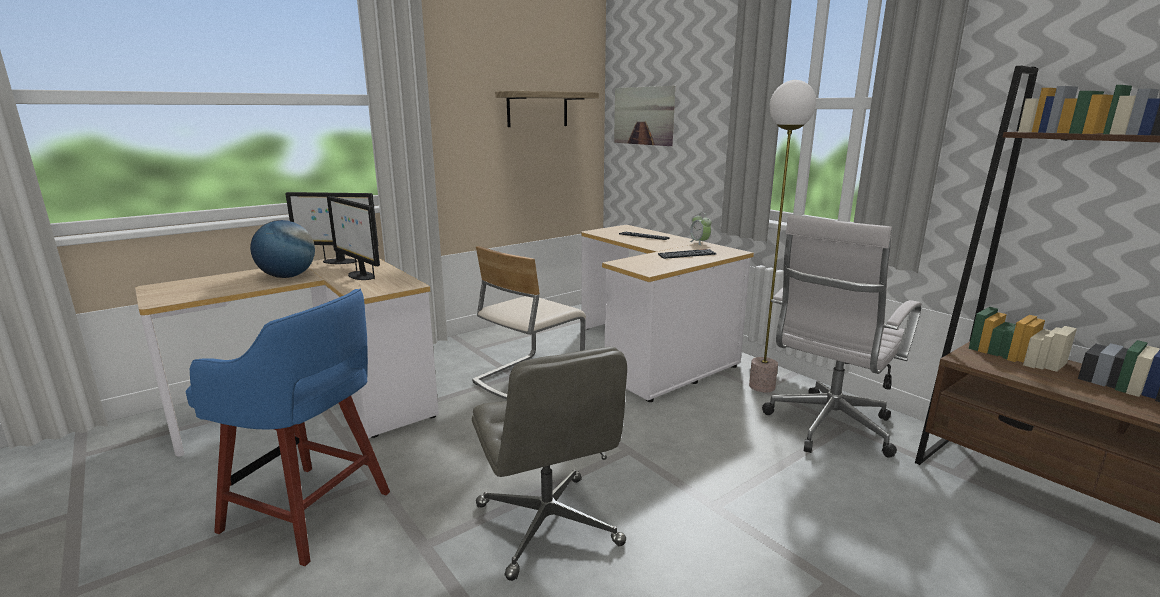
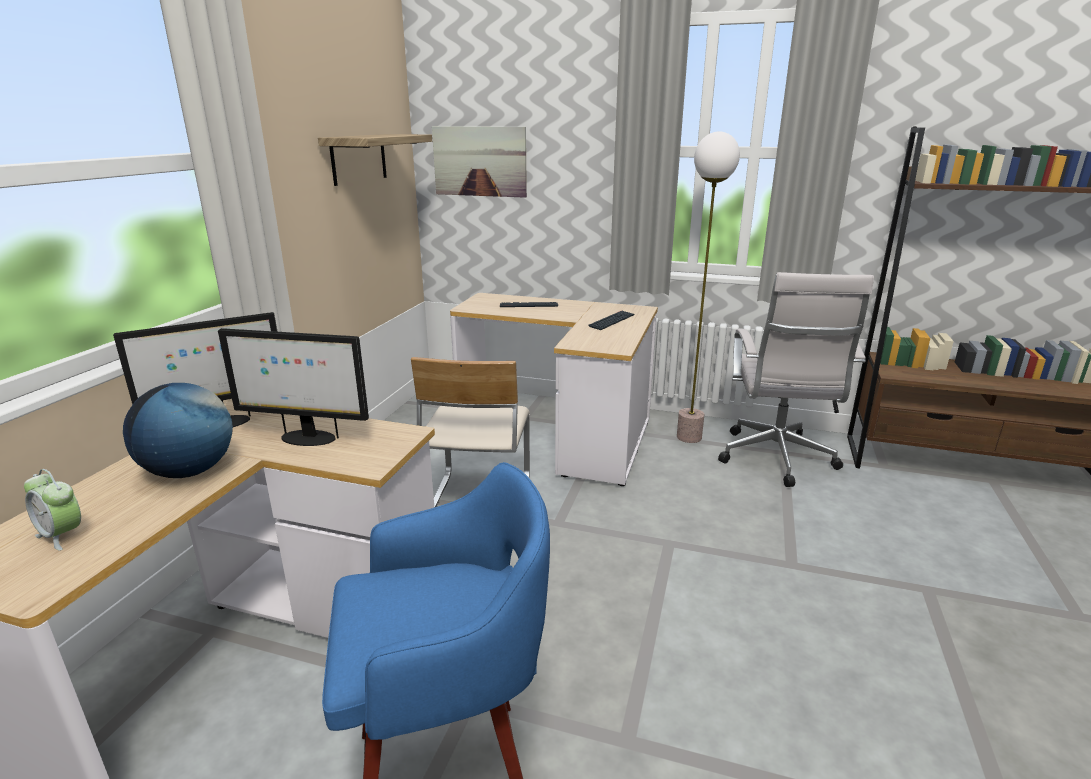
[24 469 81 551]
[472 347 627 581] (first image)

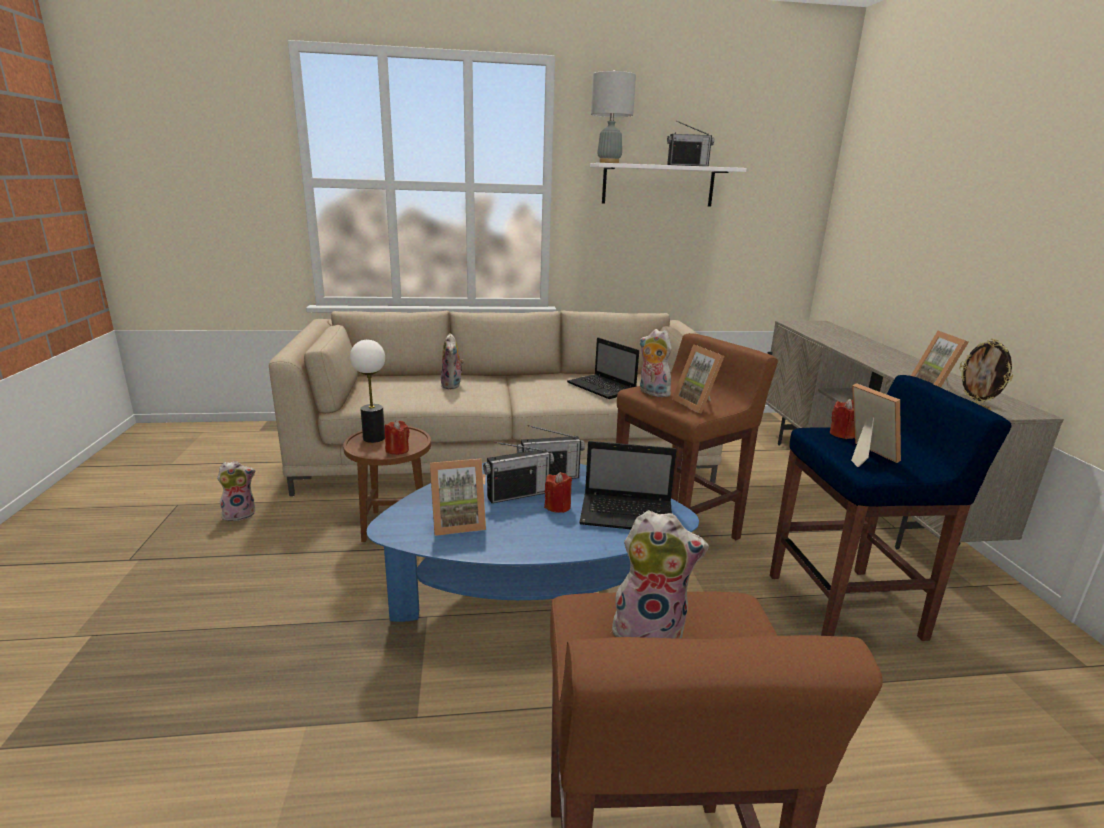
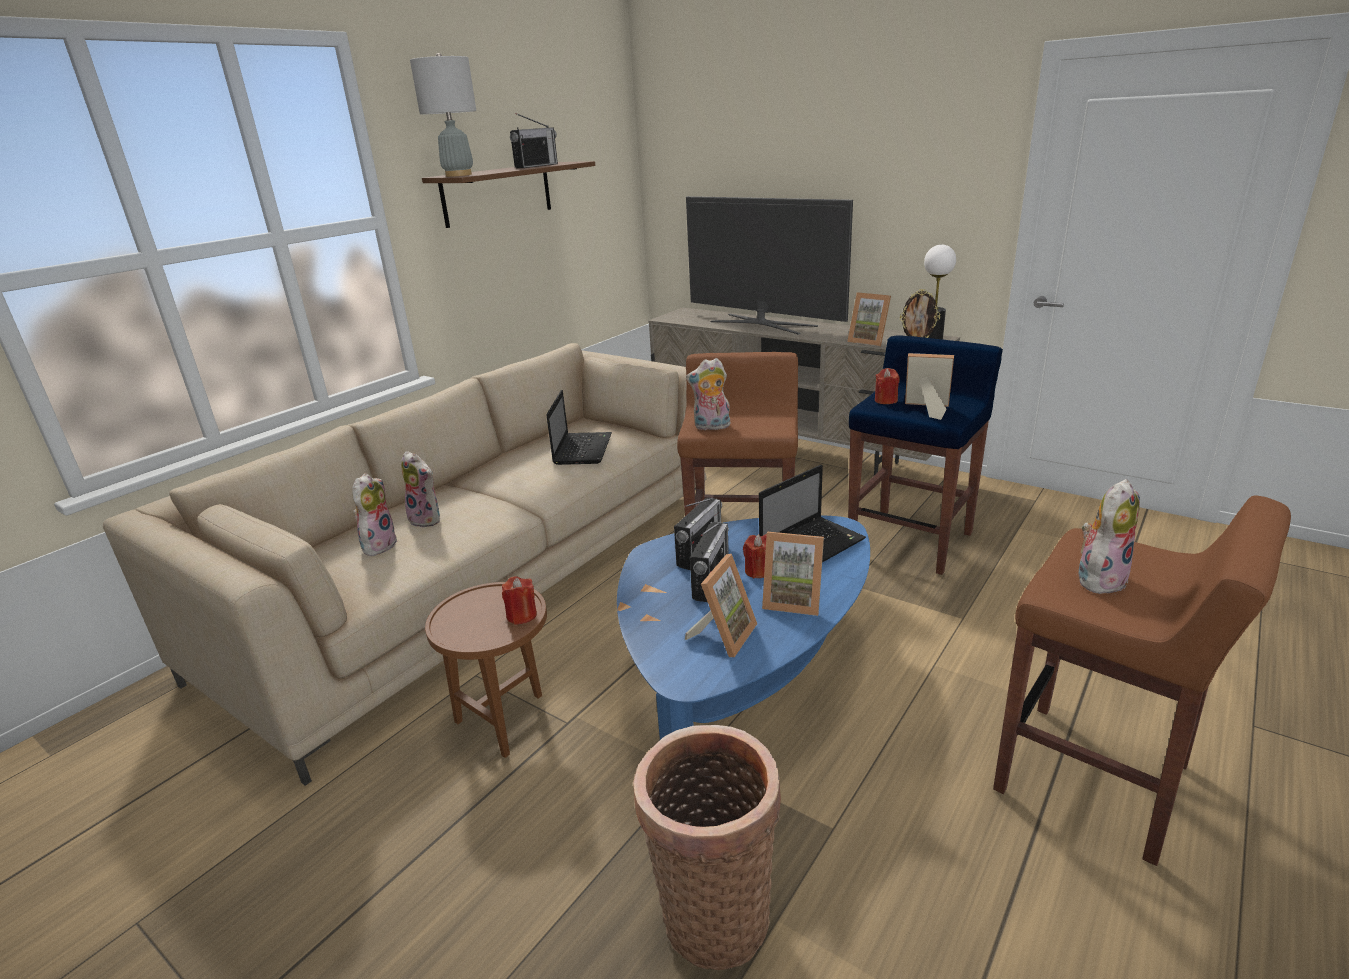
[422 161 595 228]
[546 390 612 465]
[924 245 956 340]
[762 532 824 616]
[352 473 398 557]
[686 196 853 335]
[633 725 781 970]

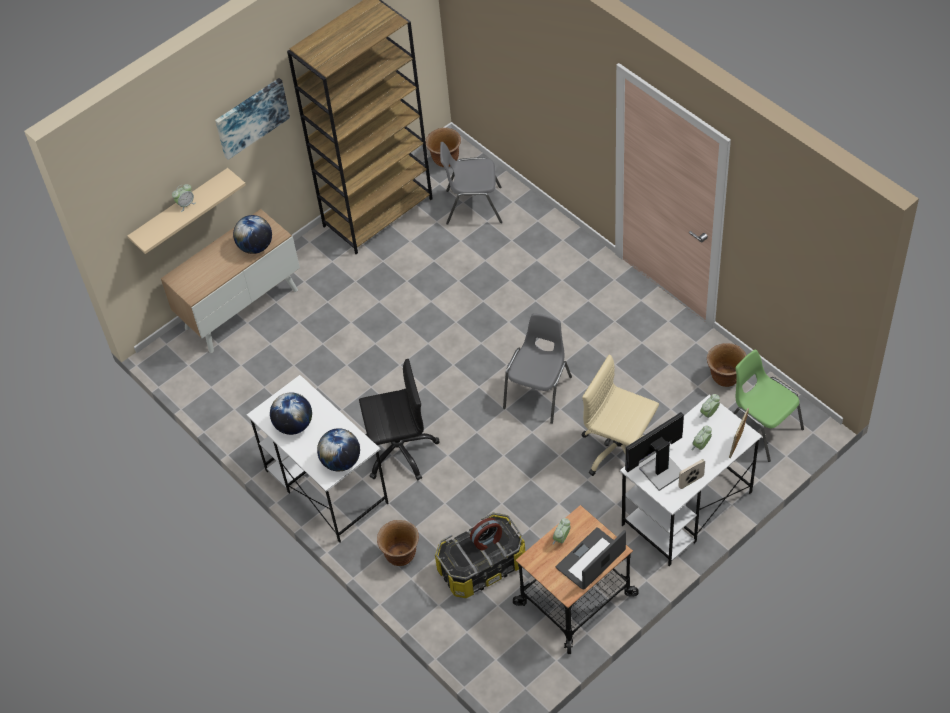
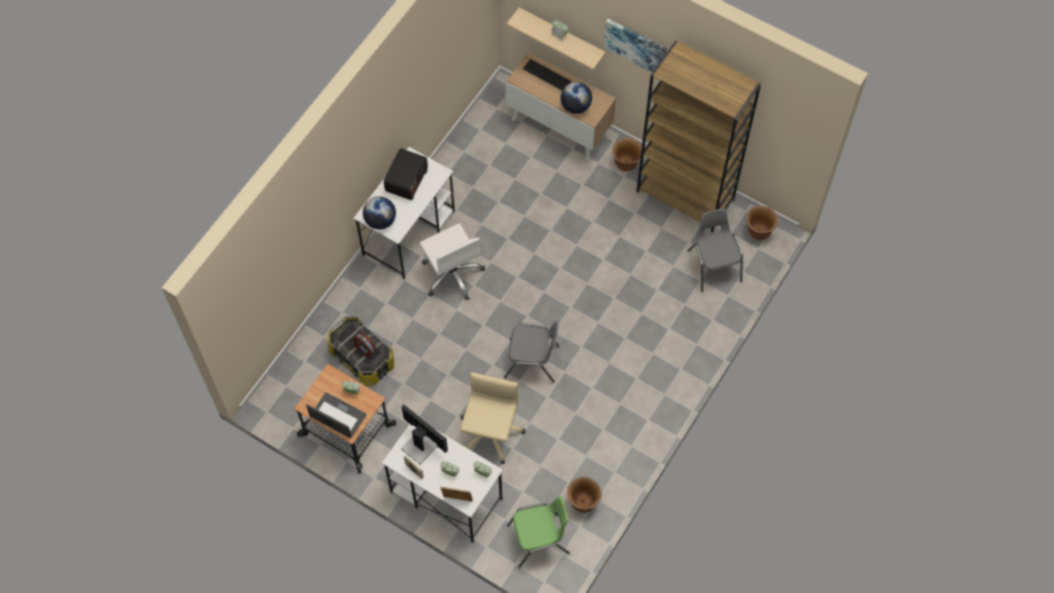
[507 496 570 568]
[420 223 485 300]
[384 148 428 200]
[612 138 642 171]
[523 59 571 90]

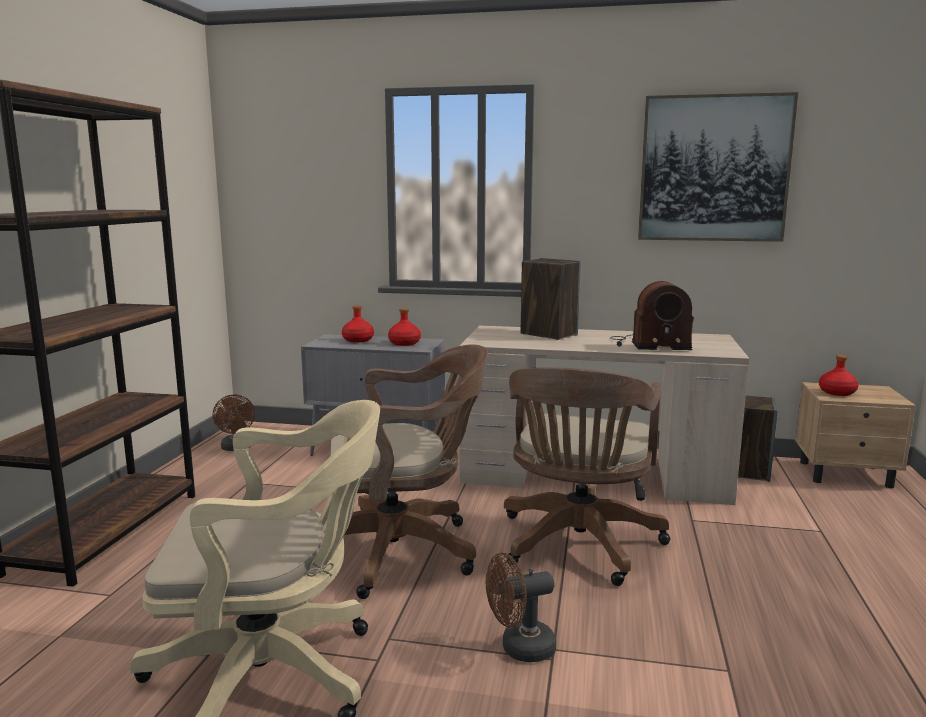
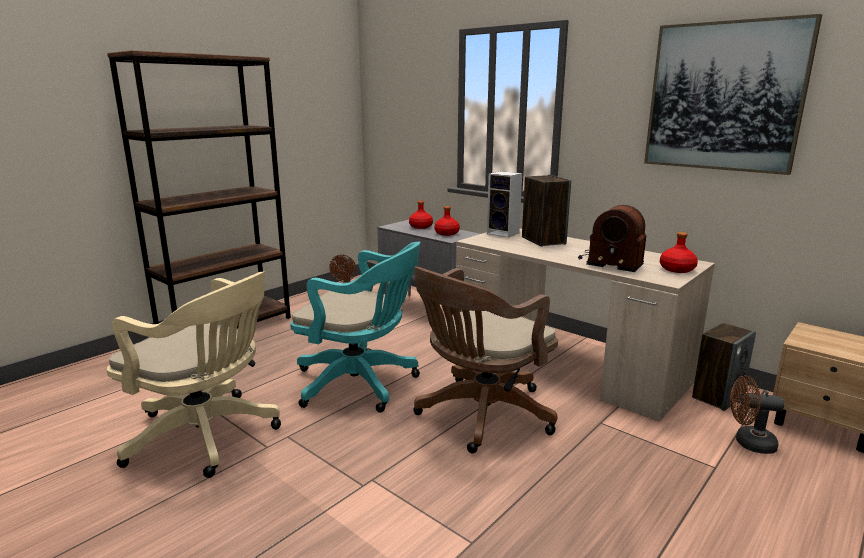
[290 242 420 413]
[660 232 698 273]
[730 376 784 454]
[487 171 522 238]

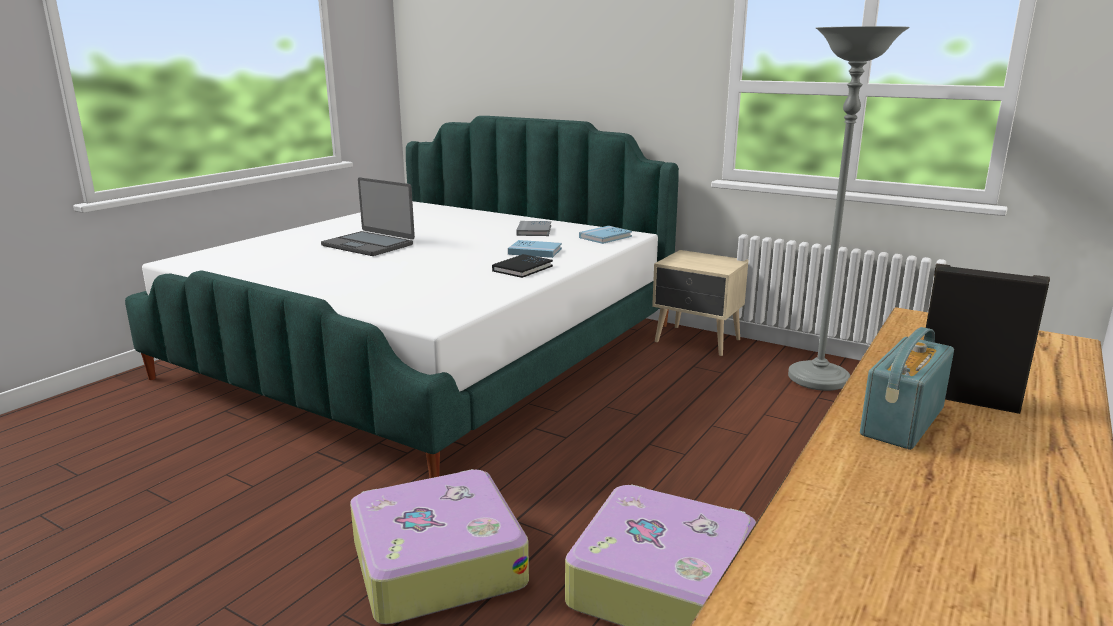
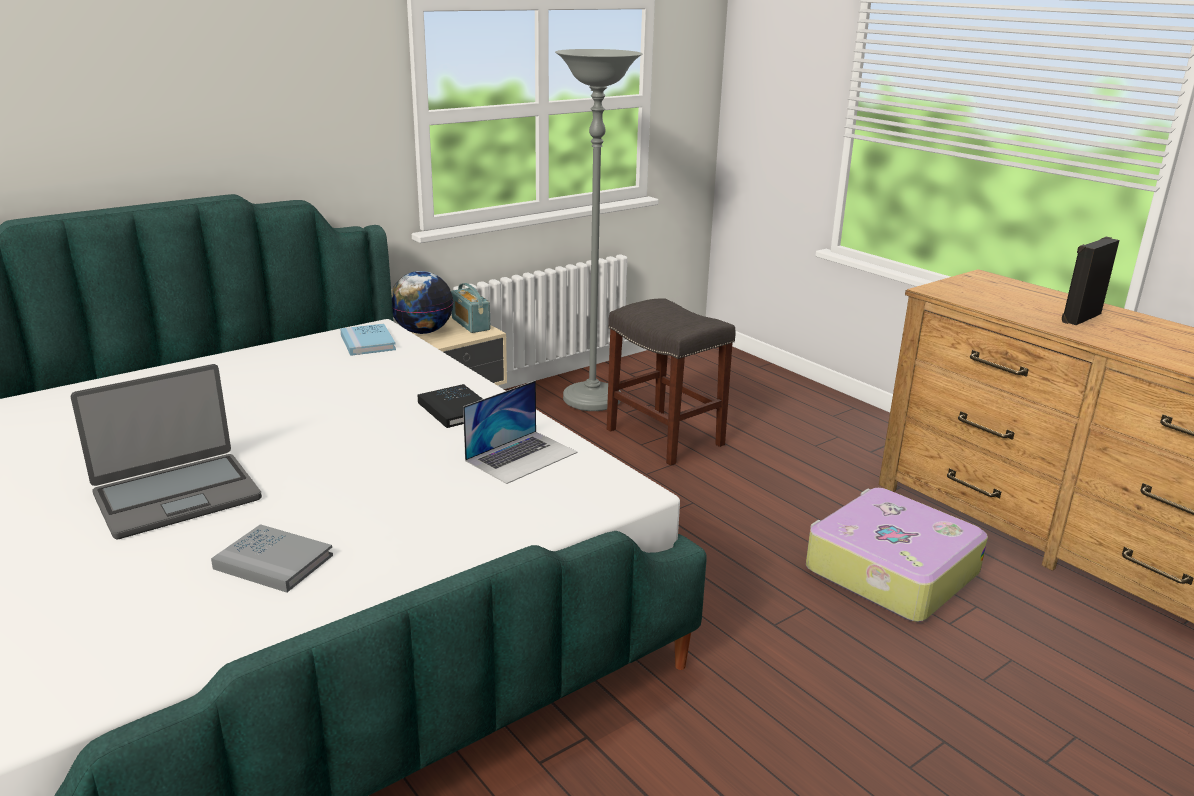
[211 524 333 593]
[508 240 562 258] (first image)
[451 283 491 333]
[350 469 529 625] (first image)
[391 271 453 334]
[607 298 736 466]
[463 380 578 484]

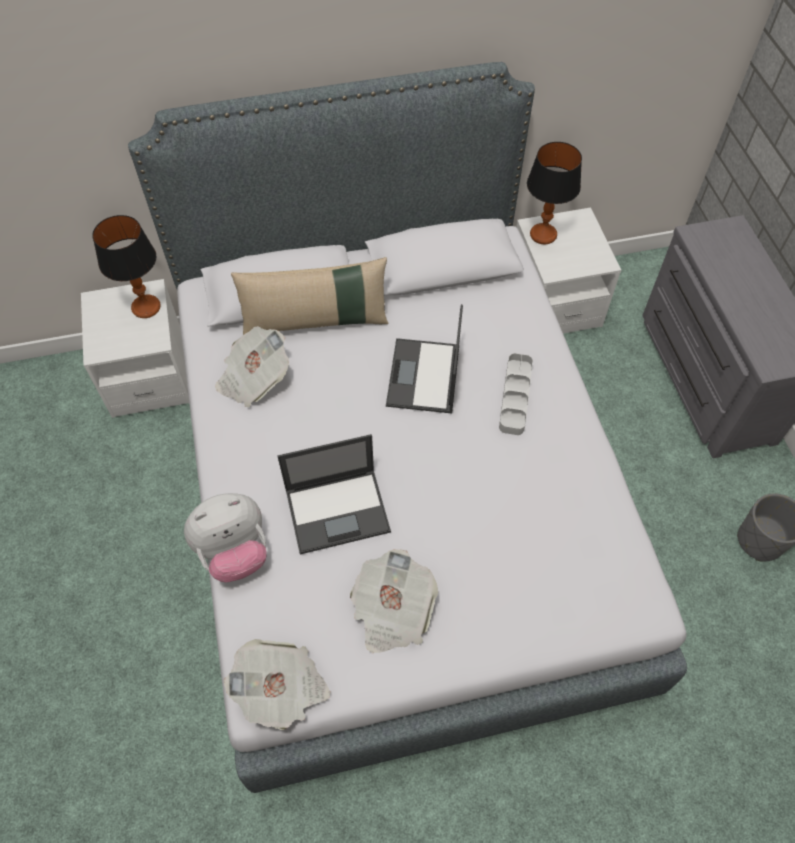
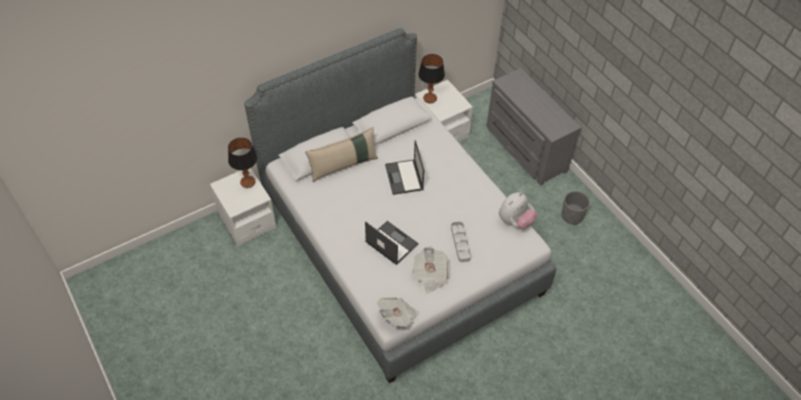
[215 326 289 407] (first image)
[451 222 471 262]
[365 221 419 265]
[499 192 537 229]

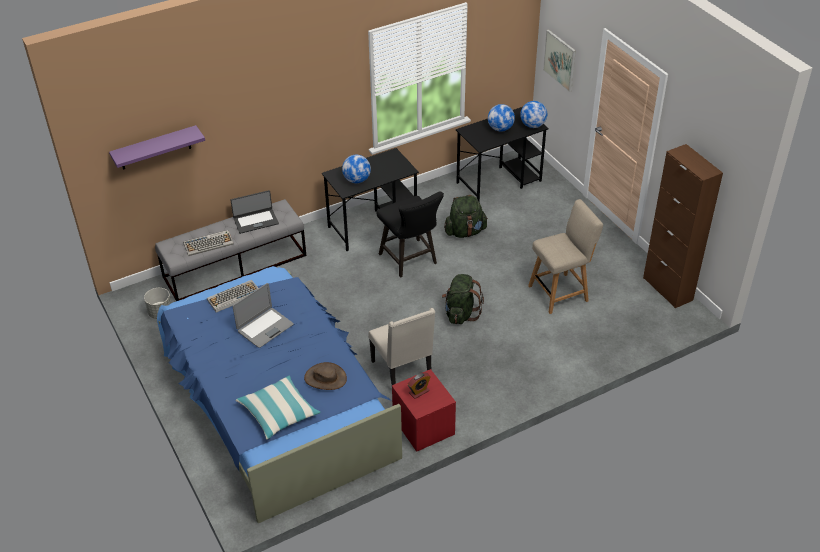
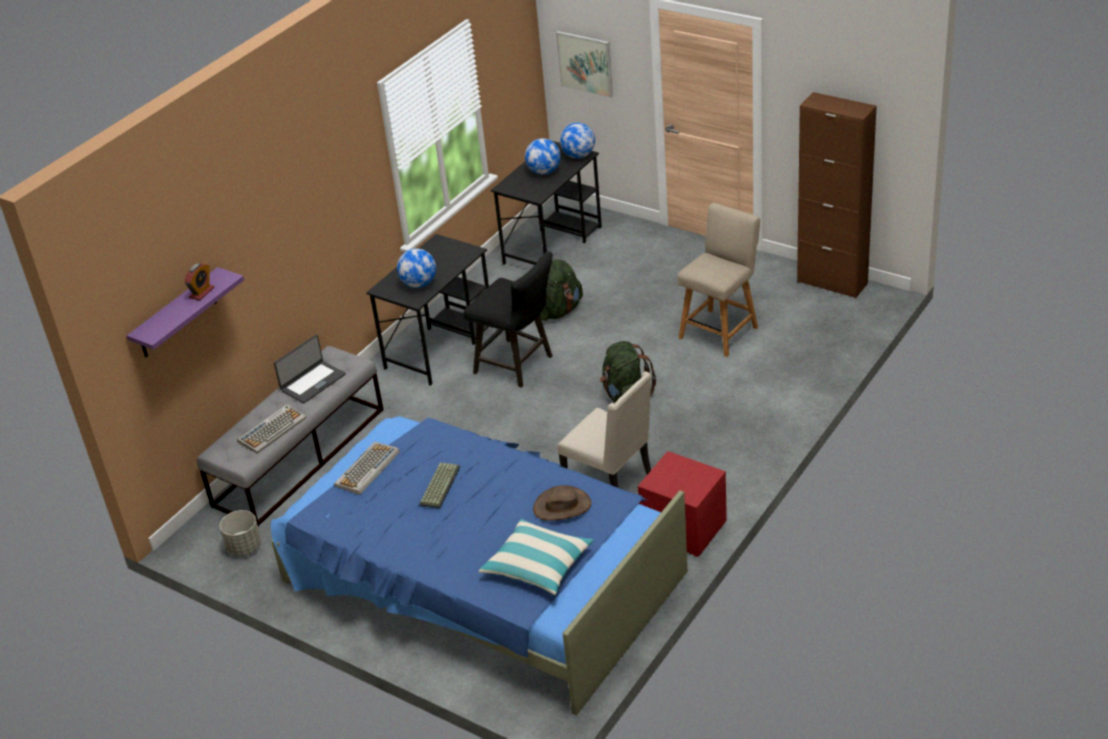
[419 462 460 508]
[184 263 214 301]

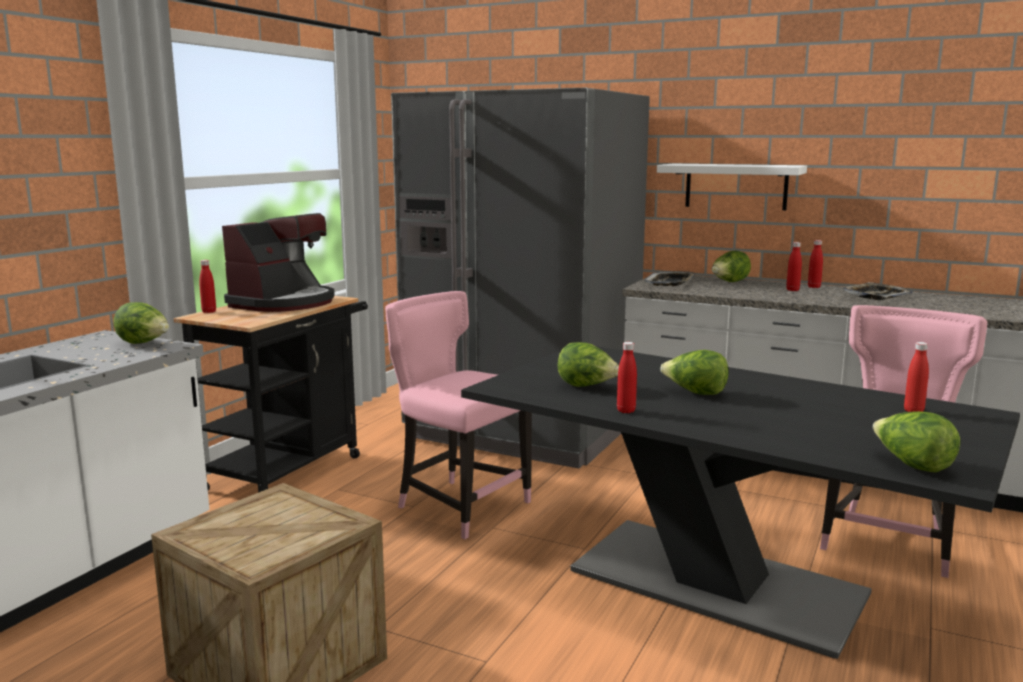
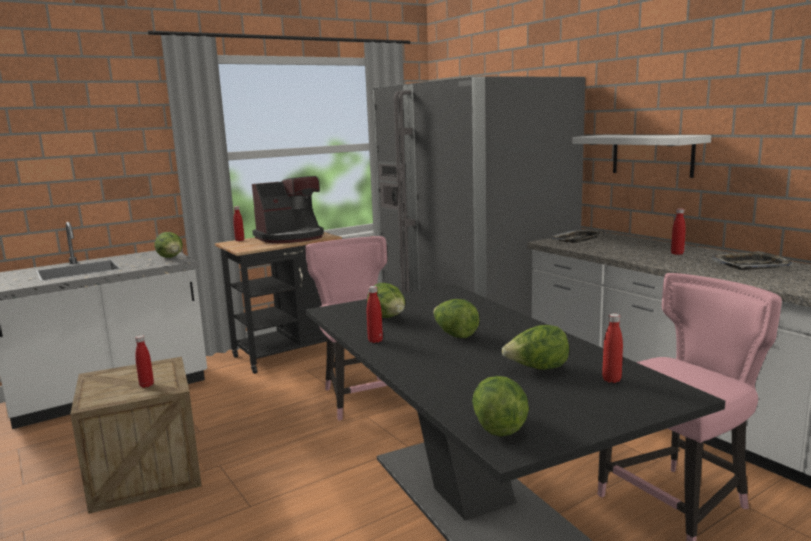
[135 335 154 388]
[502 325 569 370]

